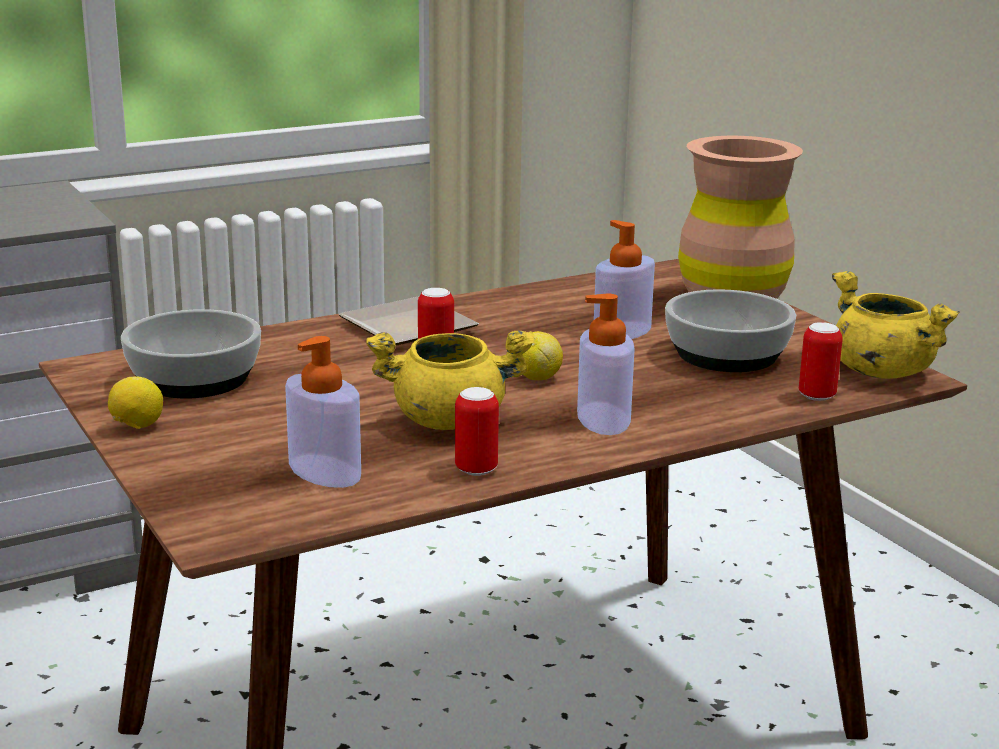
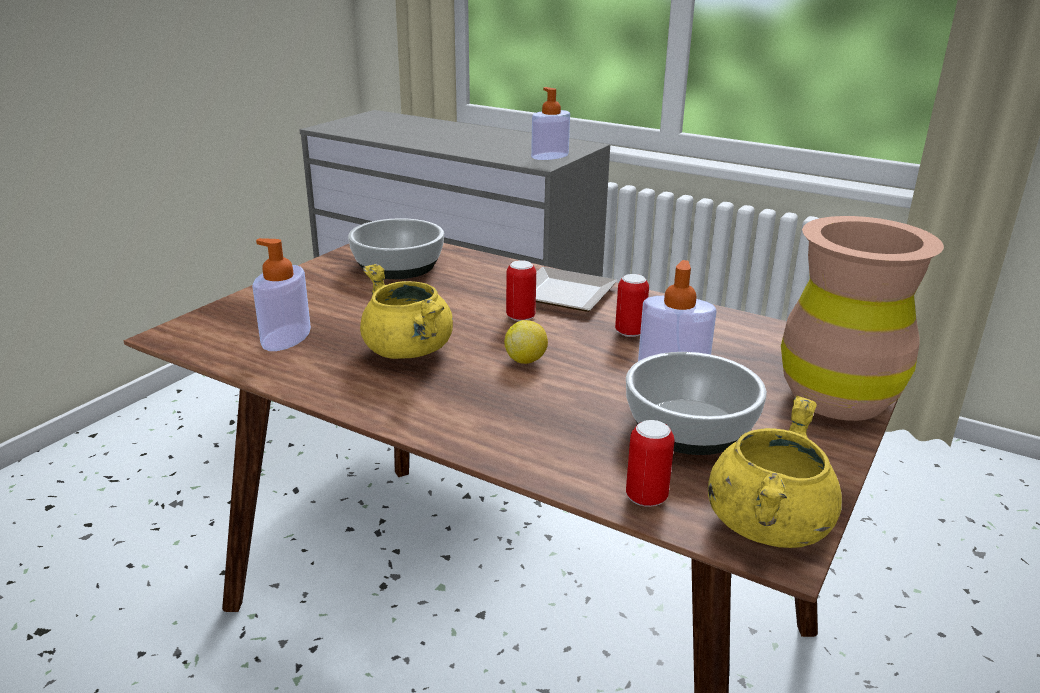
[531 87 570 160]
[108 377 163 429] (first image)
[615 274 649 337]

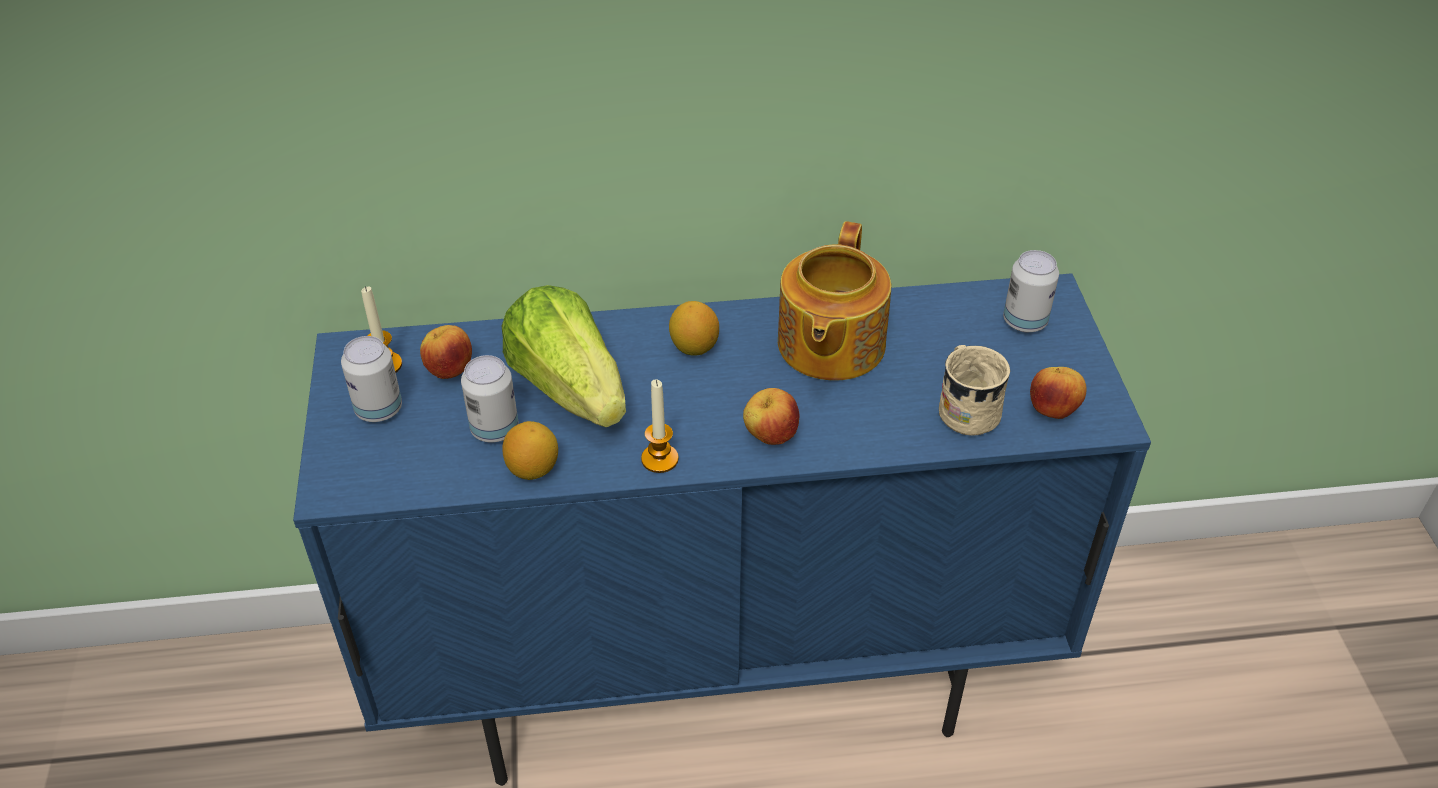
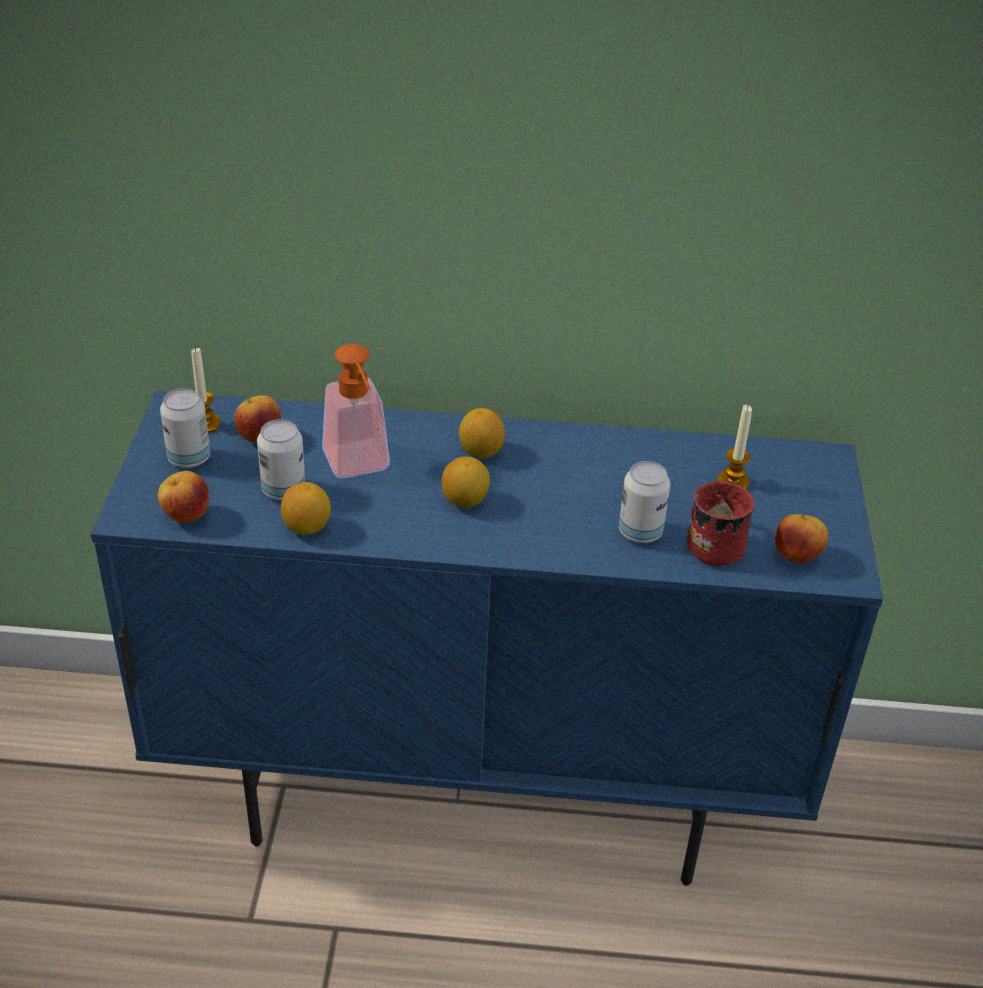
[778 221 891 381] (first image)
[619 461 670 543]
[322 344 390 479]
[687 481 755 566]
[717 405 752 489]
[157 471 209 523]
[441 456 490 508]

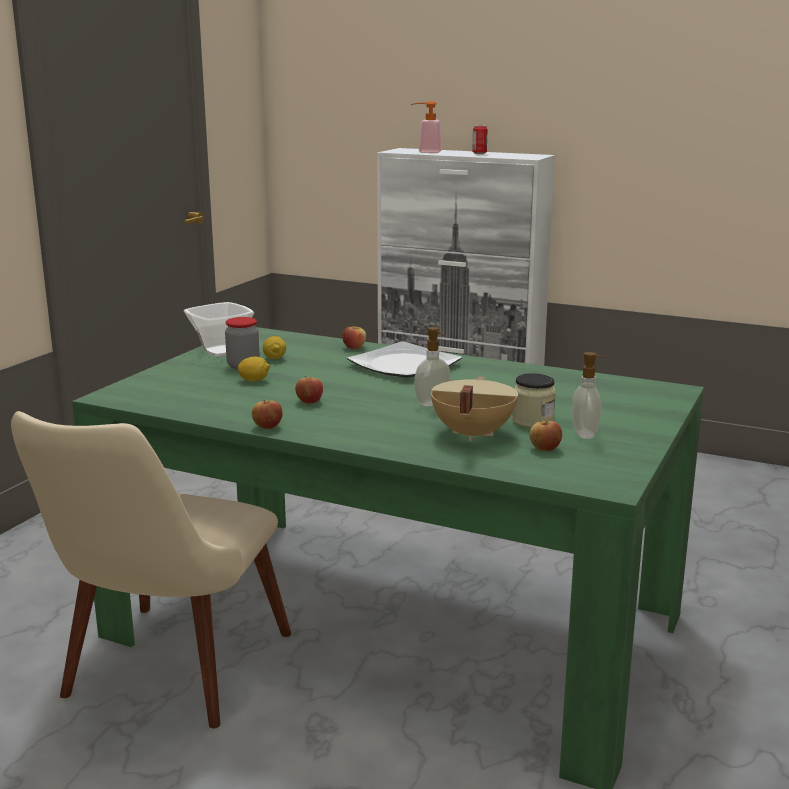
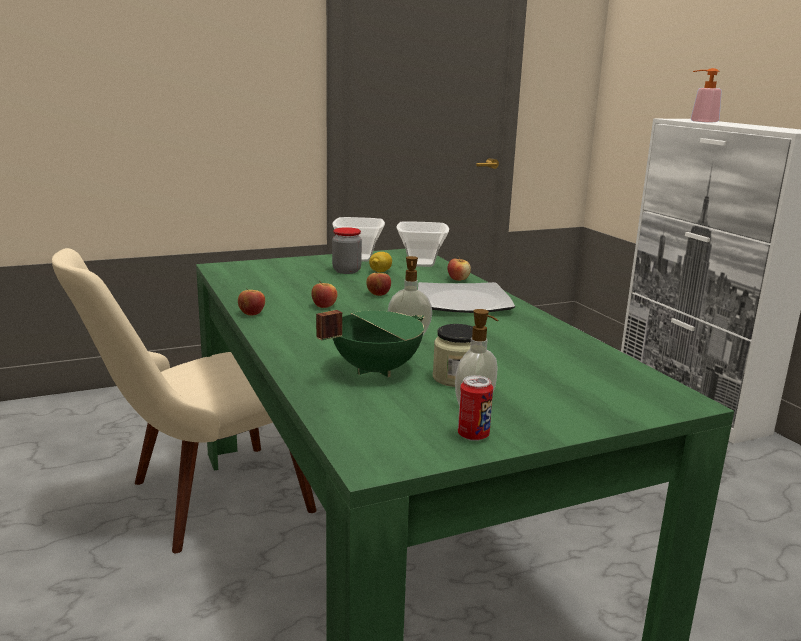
[458 375 493 441]
[238 357 270 382] (first image)
[316 310 425 377]
[366 272 391 296]
[397 221 449 267]

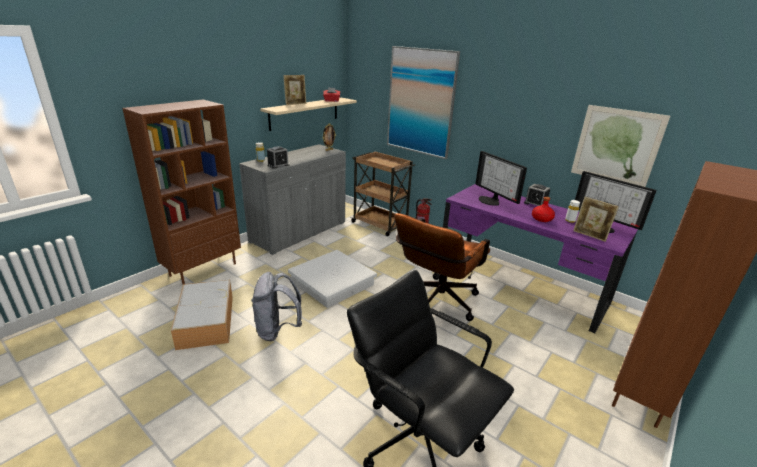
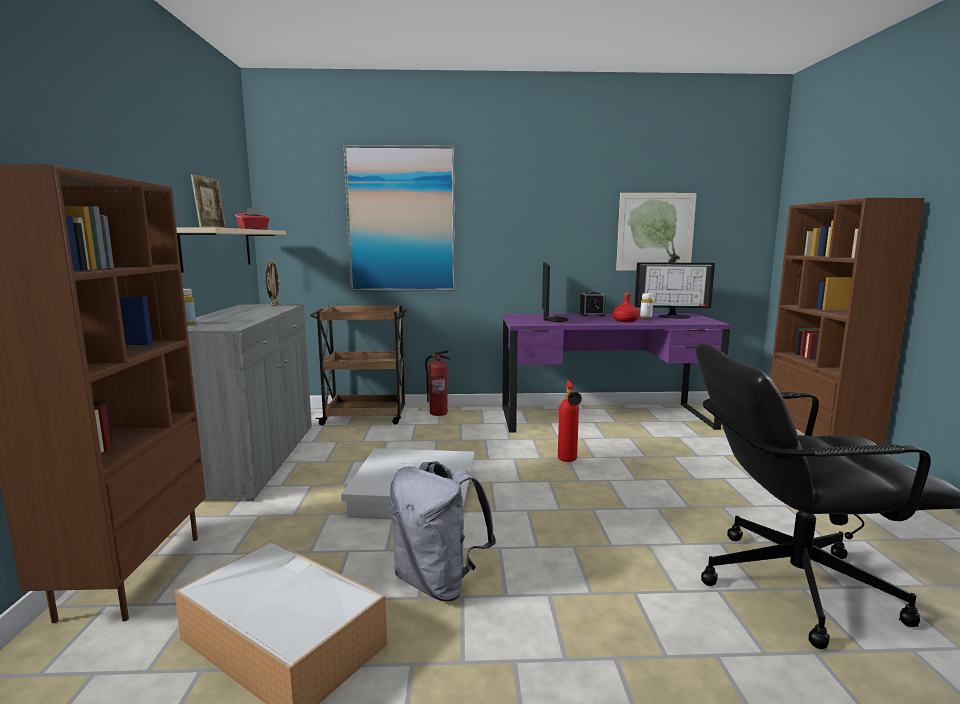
[267 147 289 169] (first image)
[542 262 569 322]
[573 197 619 242] (first image)
[558 380 582 462]

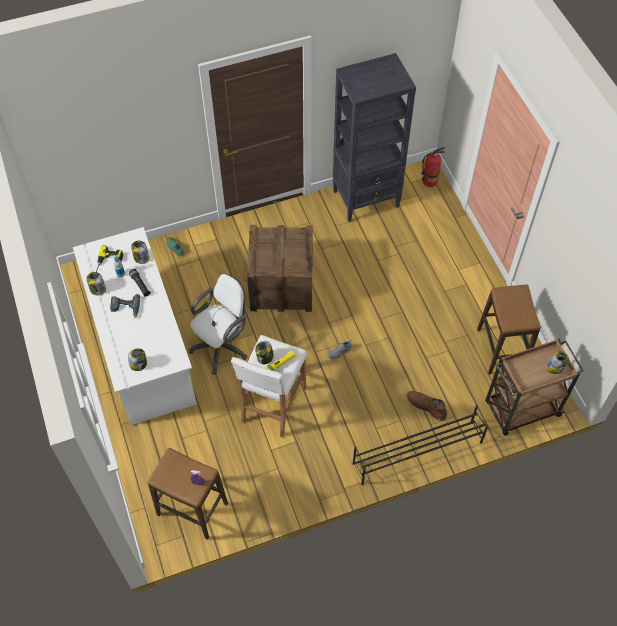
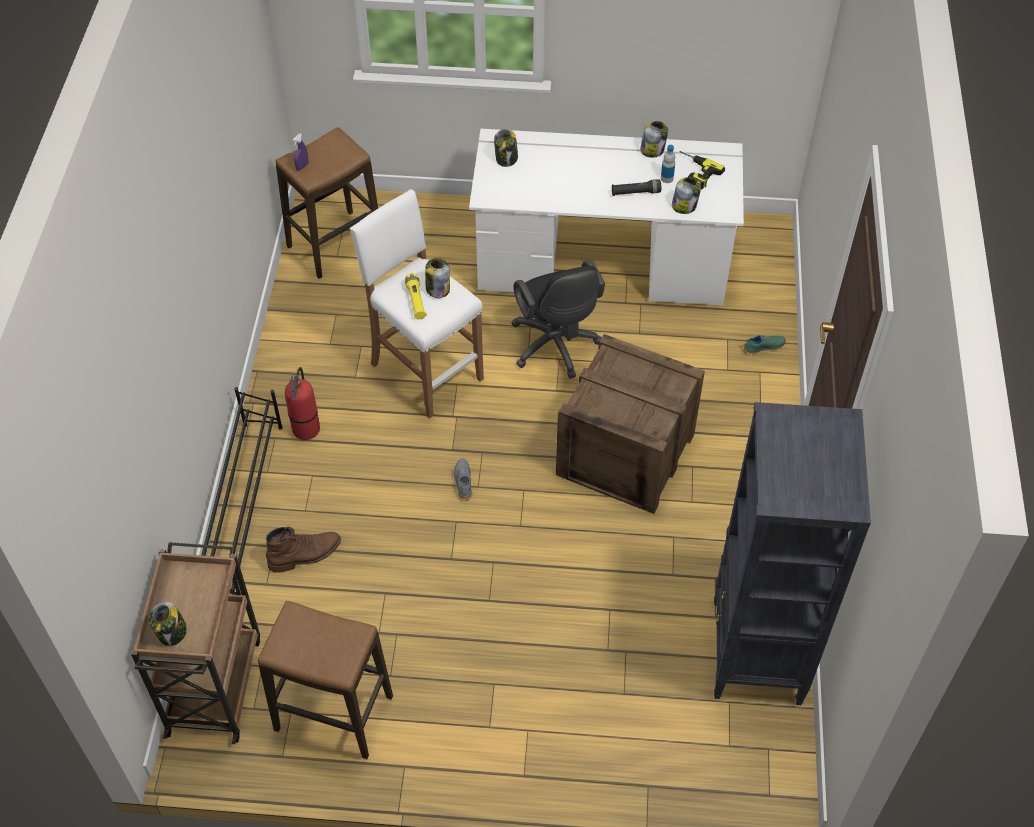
[285 367 320 440]
[511 260 605 379]
[110 294 140 318] (first image)

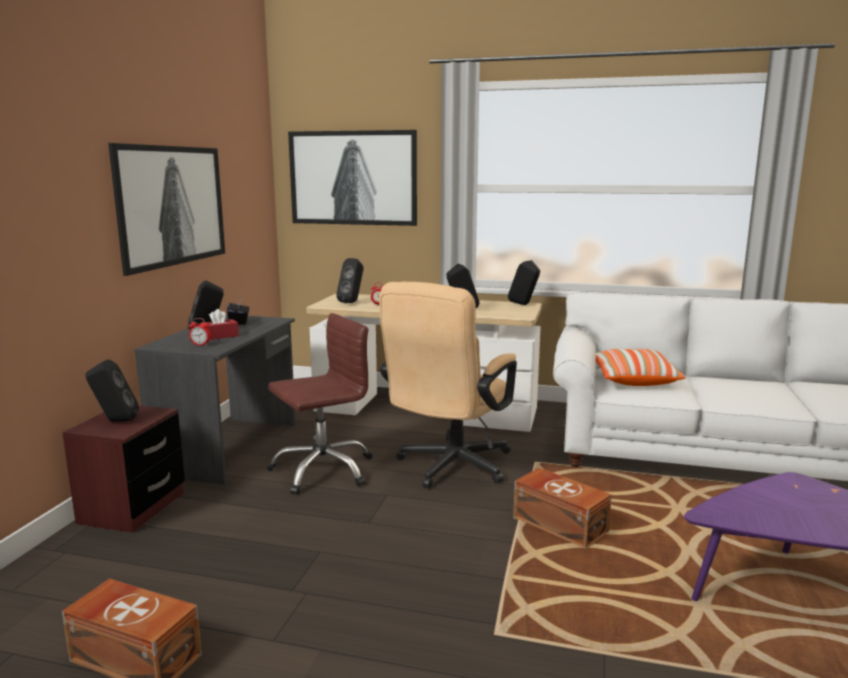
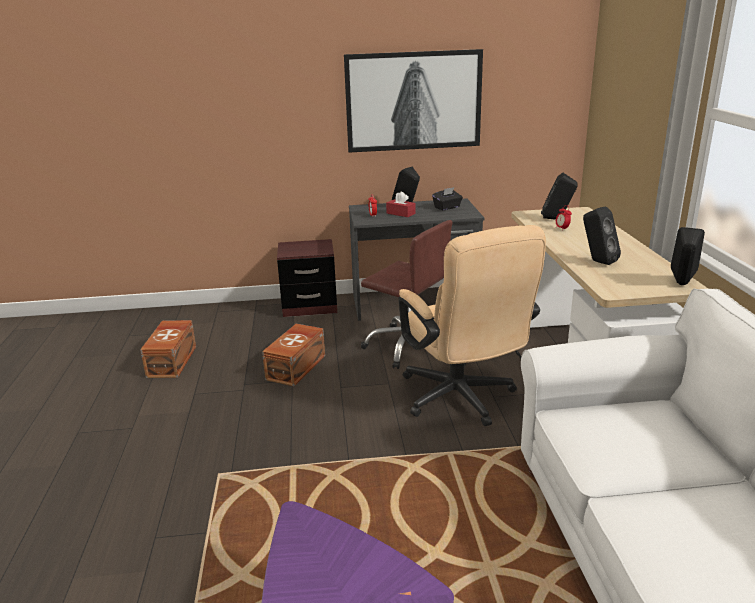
[288 130 417 226] (first image)
[398 225 546 426]
[595 349 686 386] (first image)
[85 359 139 422] (first image)
[262 324 325 386]

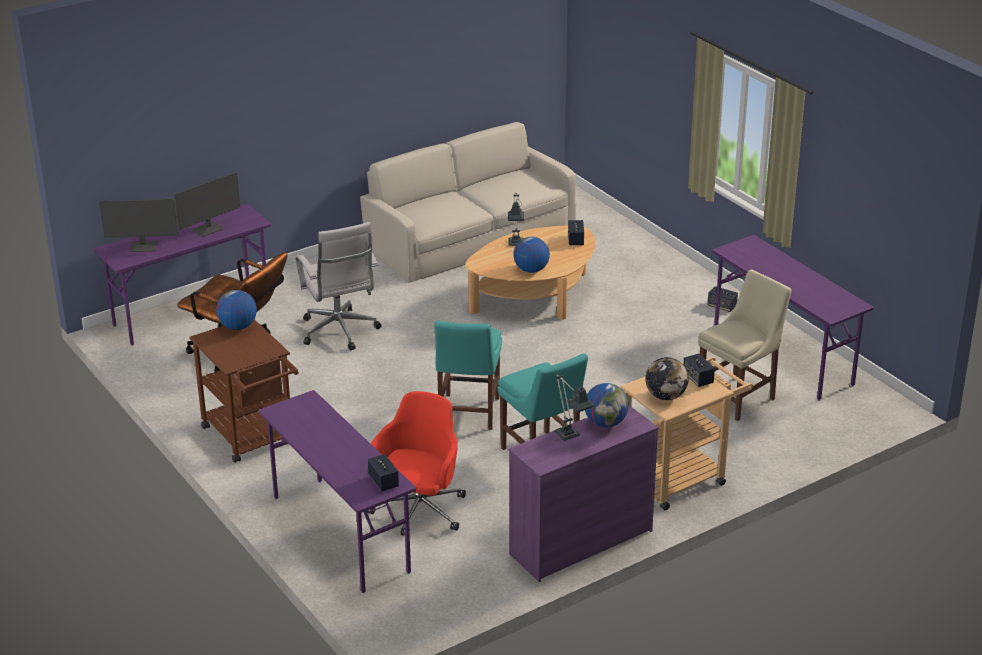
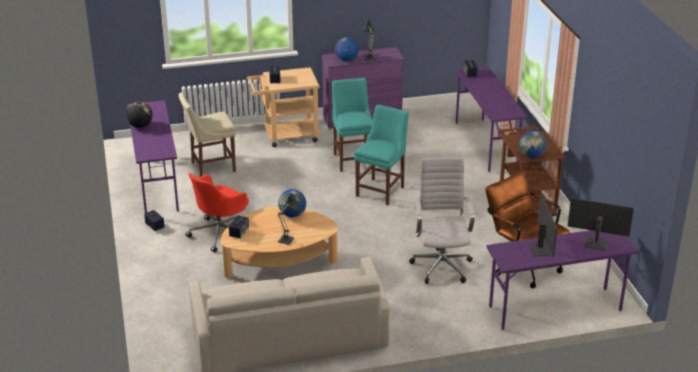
[529 194 557 257]
[126 102 153 128]
[186 173 249 253]

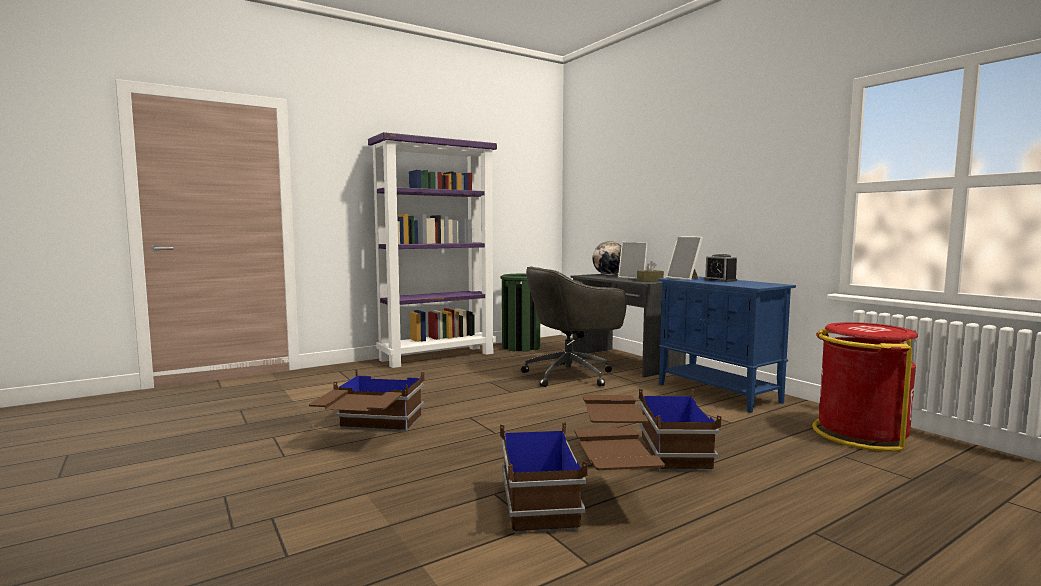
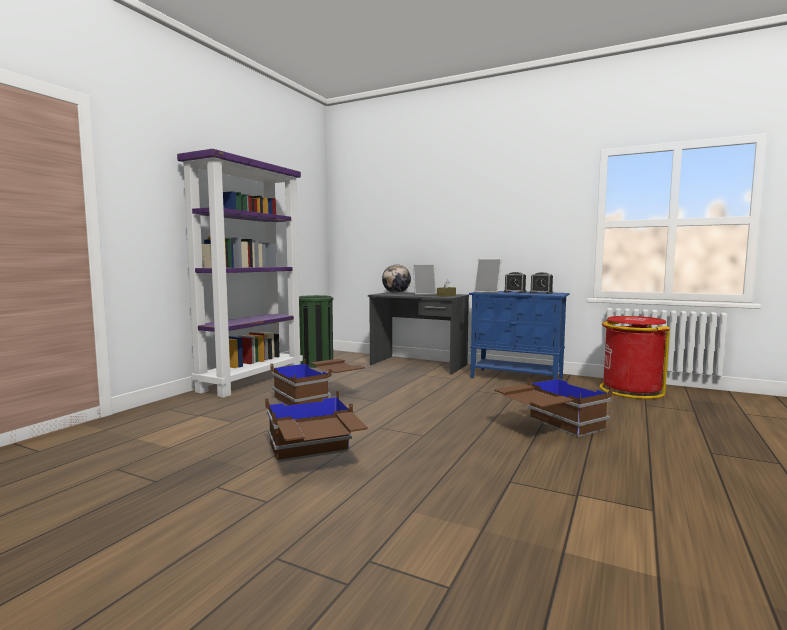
[521 267 627 387] (first image)
[270 359 365 405]
[529 272 553 294]

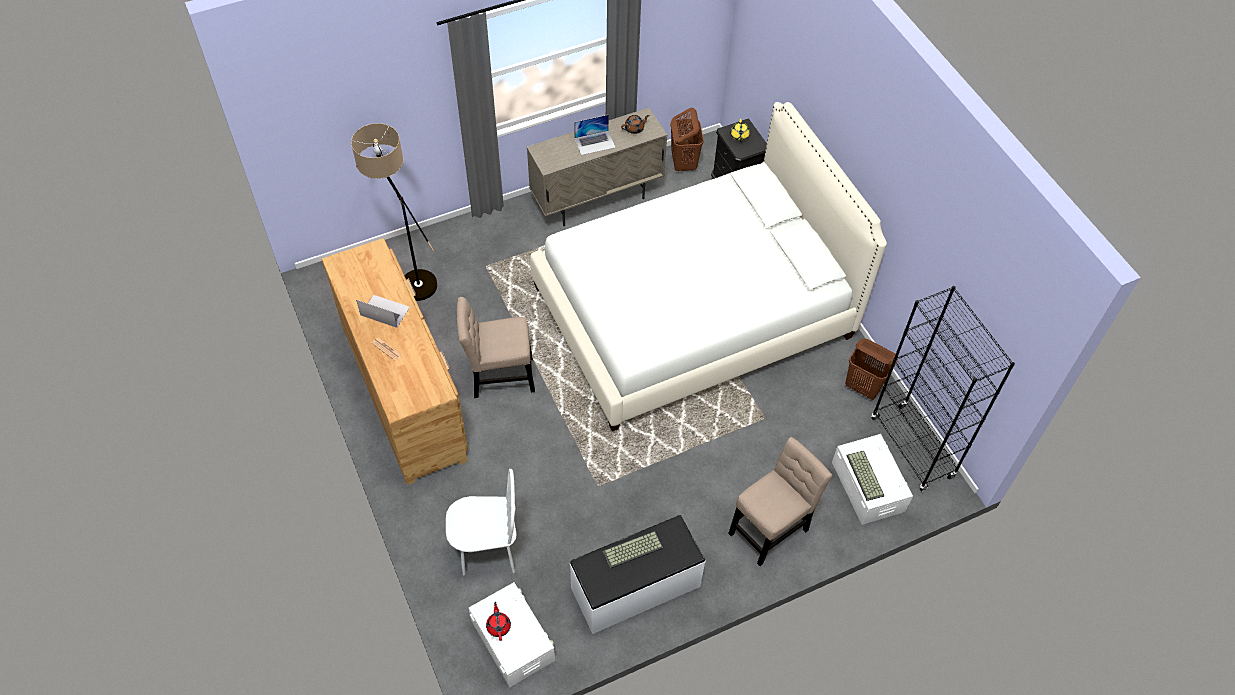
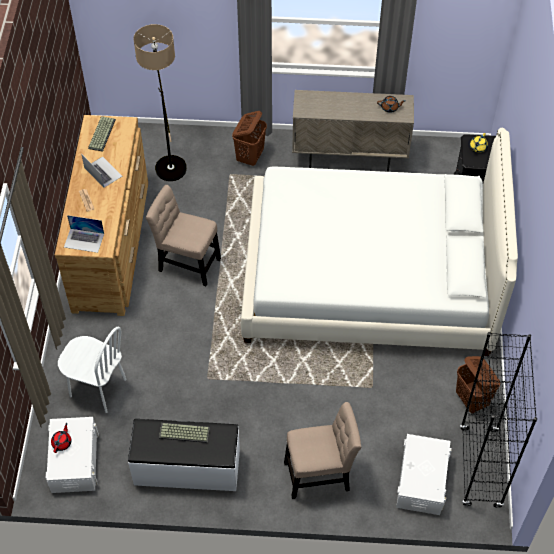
[232 111 267 166]
[64 215 104 253]
[88 116 116 152]

